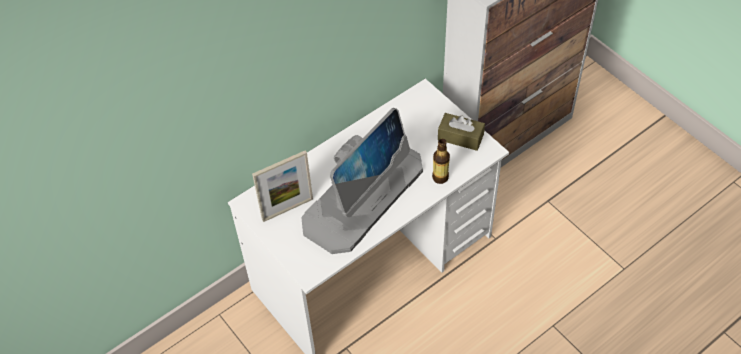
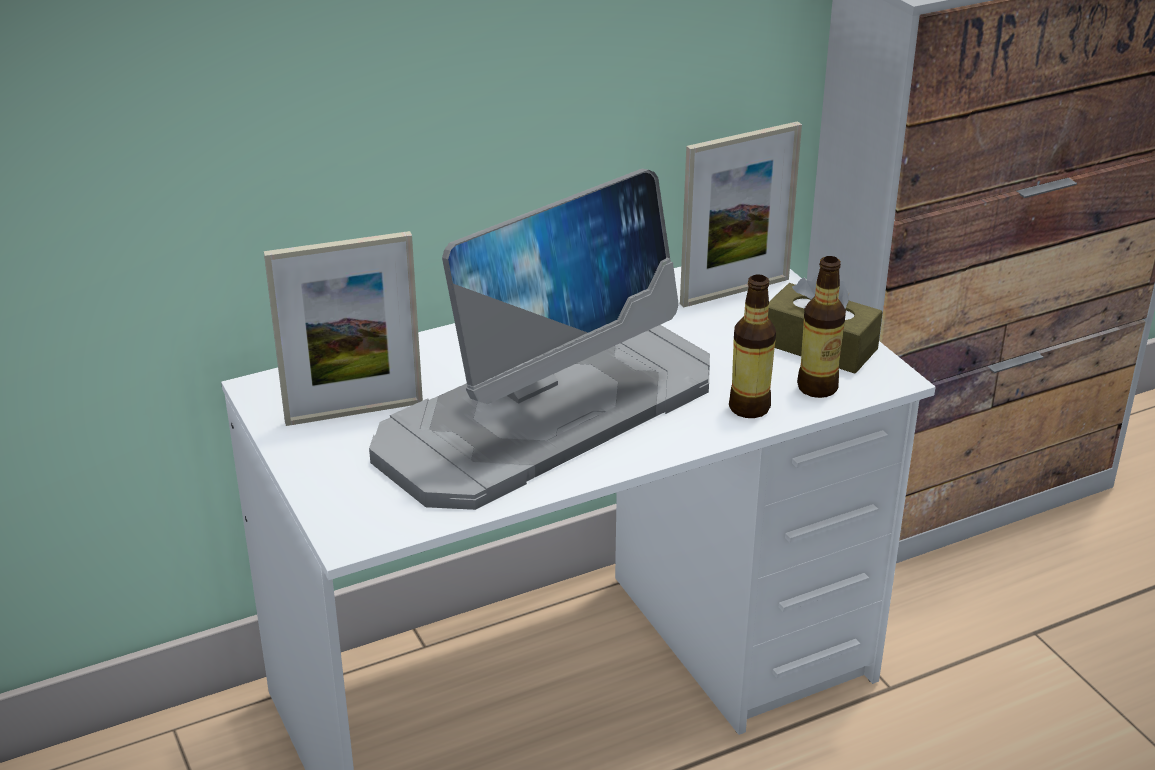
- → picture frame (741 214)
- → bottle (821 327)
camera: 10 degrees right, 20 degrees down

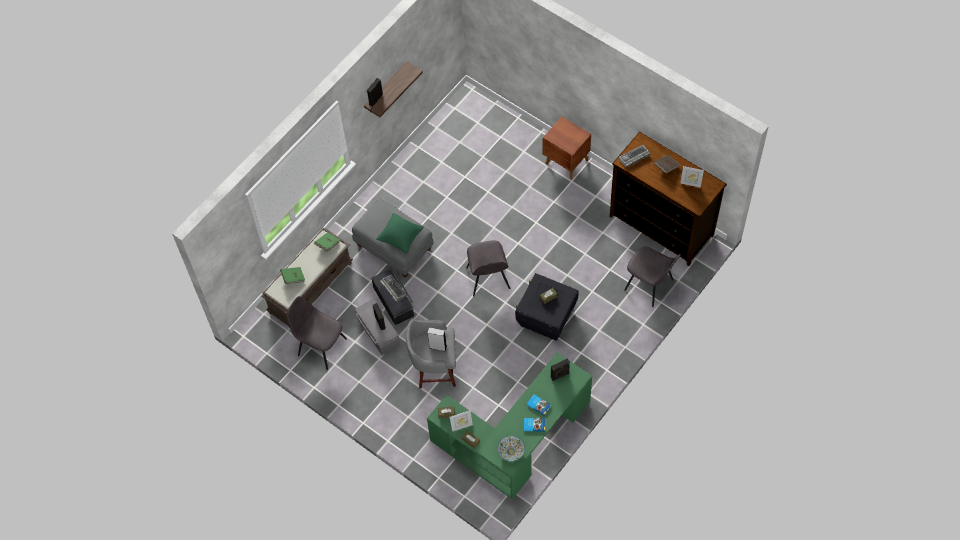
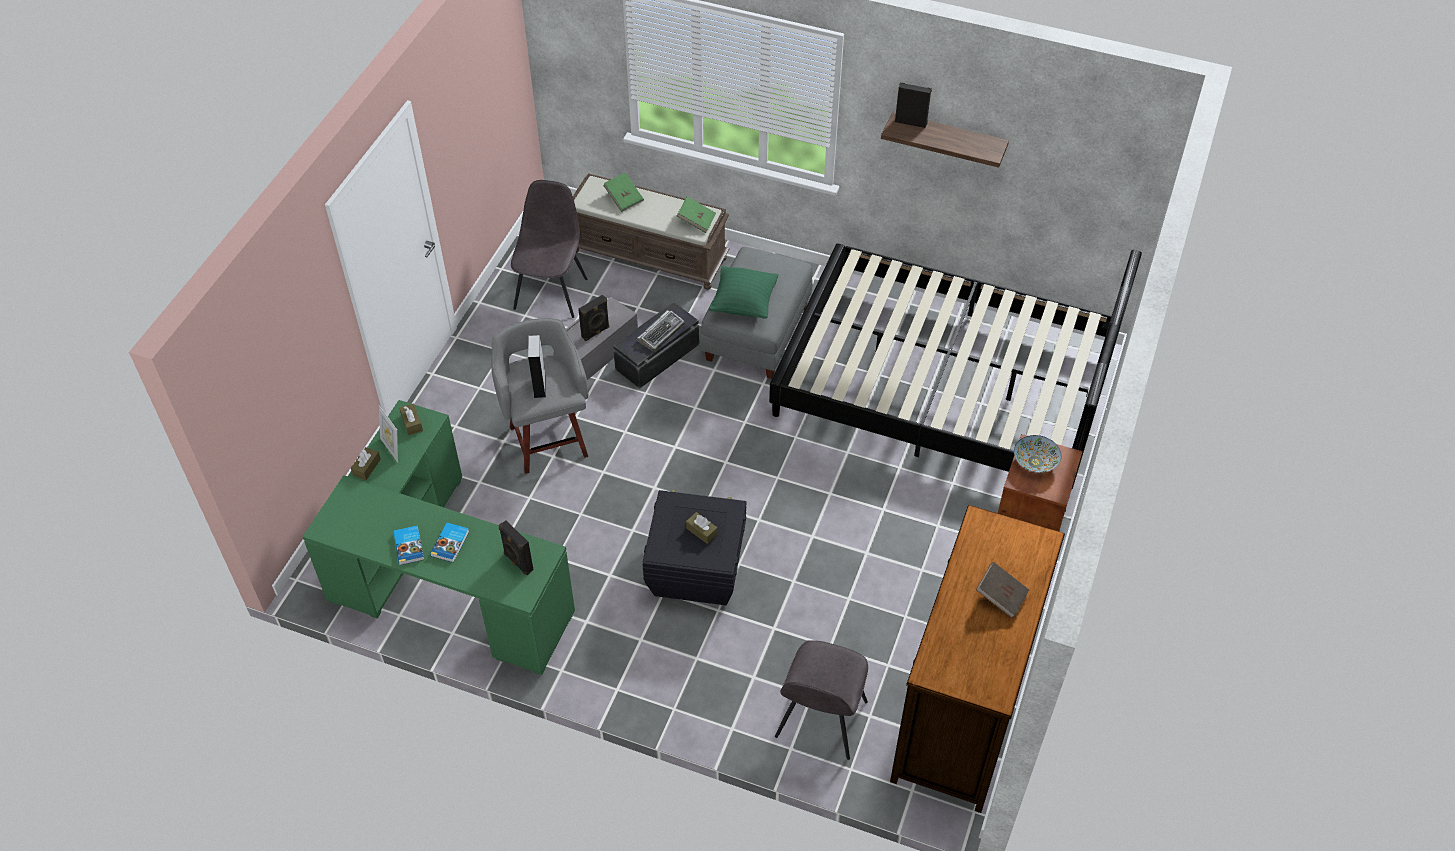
grey chair (488 269) → -
keyboard (634 156) → -
picture frame (692 177) → -
- → black bed (955 366)
bowl (511 448) → bowl (1037 454), move
camera: 70 degrees right, 10 degrees down

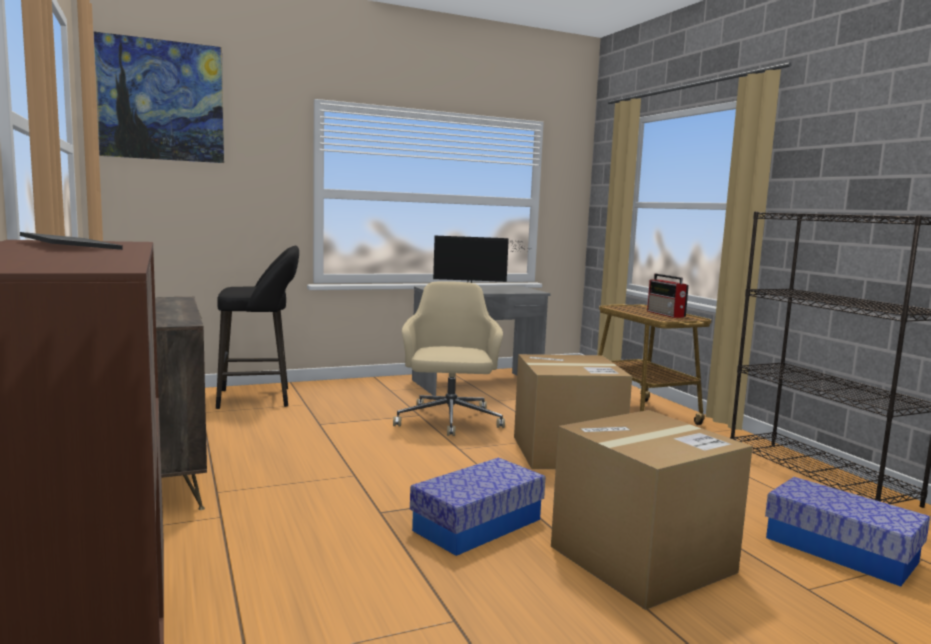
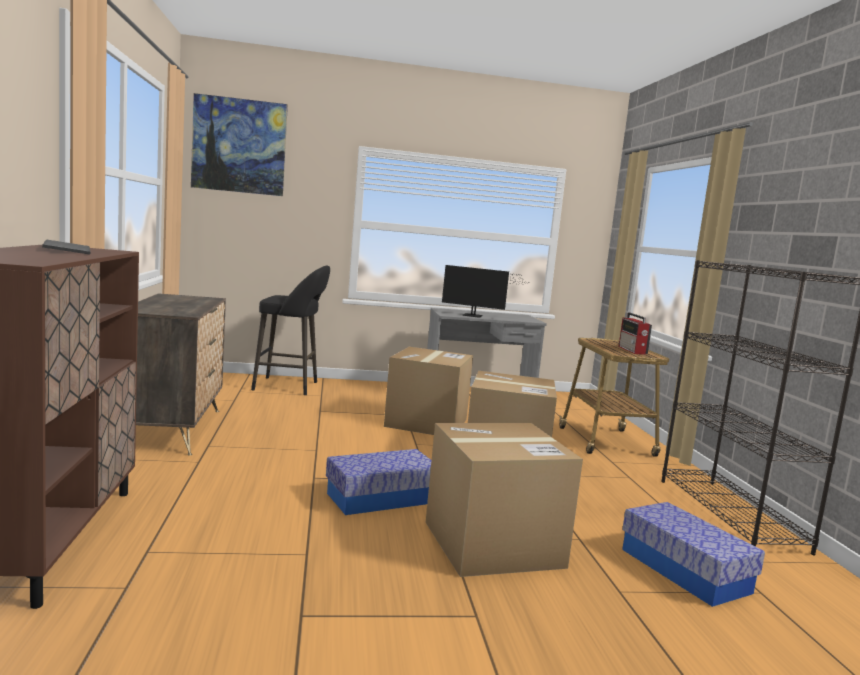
beige office chair (449 358) → cardboard box (428 391)
camera: 15 degrees right, 0 degrees up

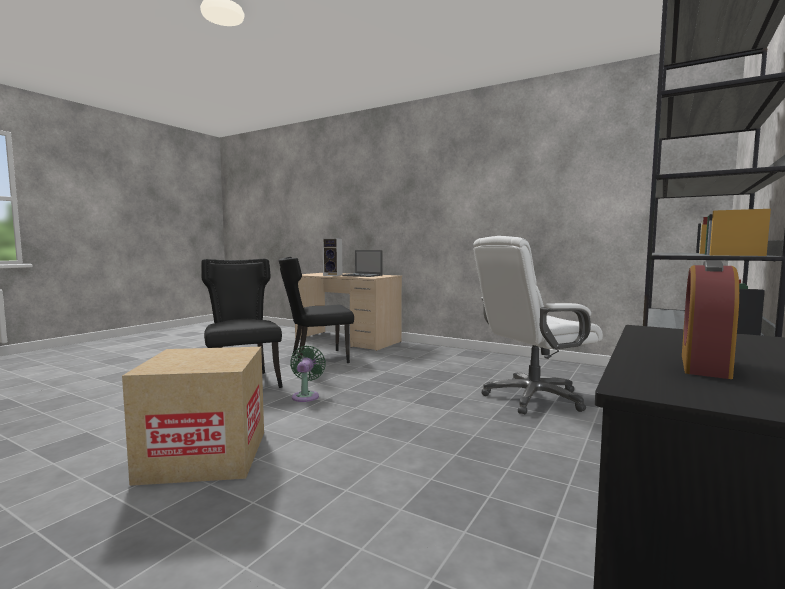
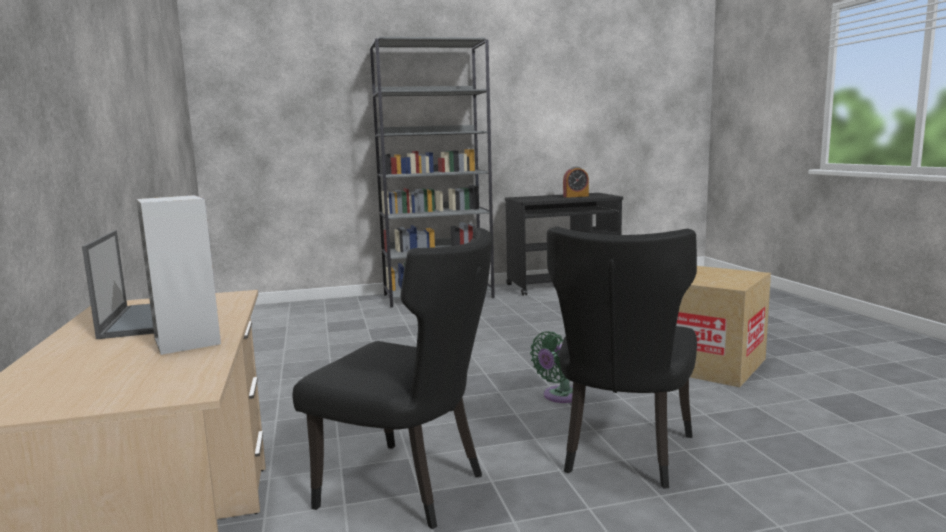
white office chair (538 325) → -
camera: 135 degrees left, 5 degrees up

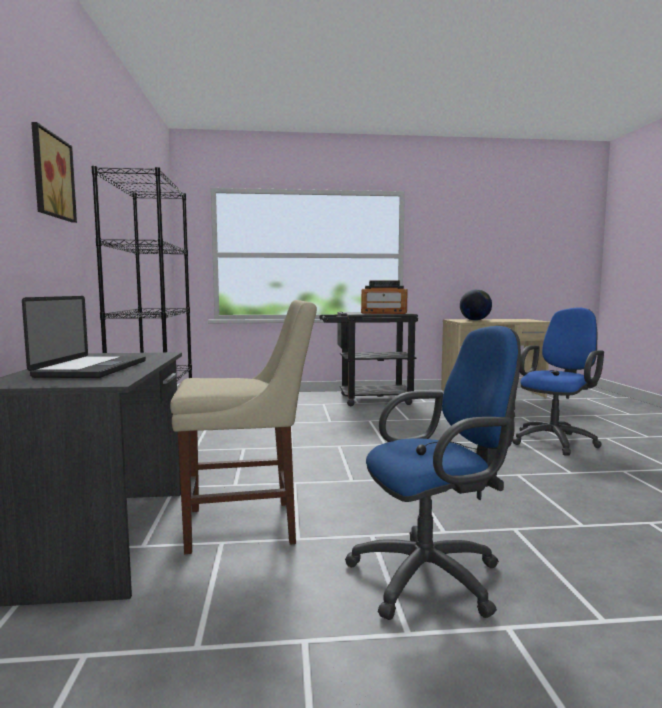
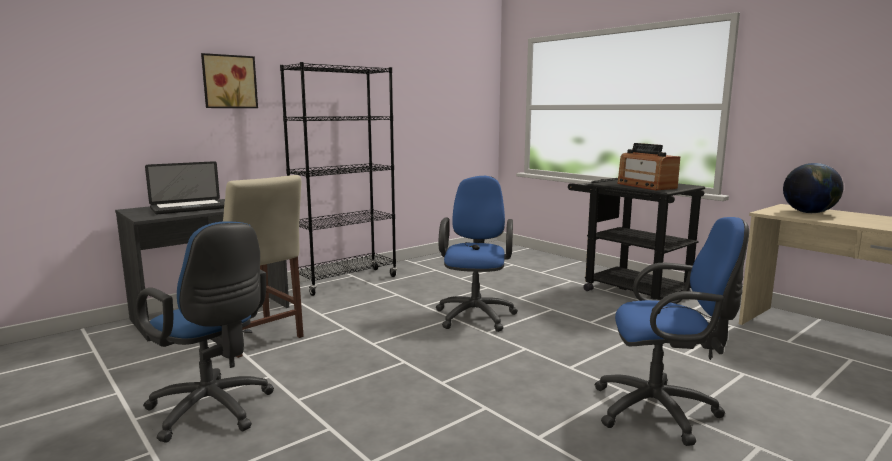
- → blue office chair (477 254)
camera: 55 degrees right, 5 degrees up

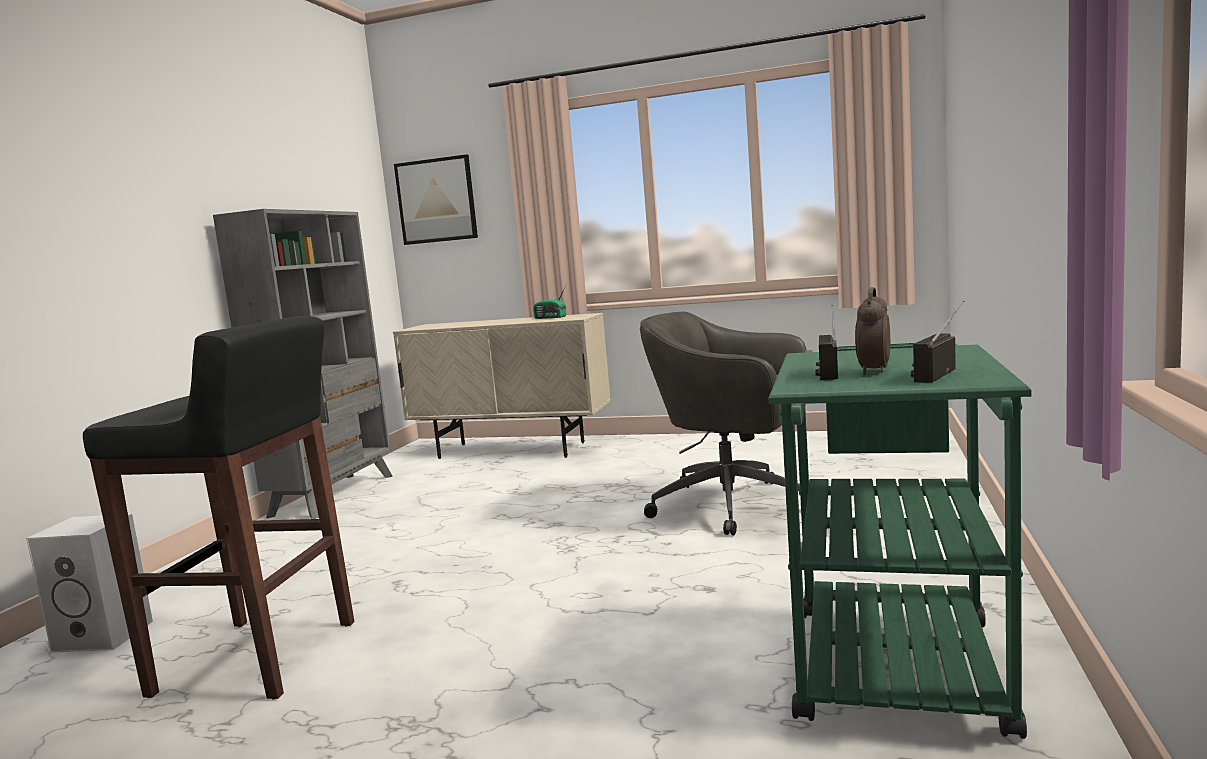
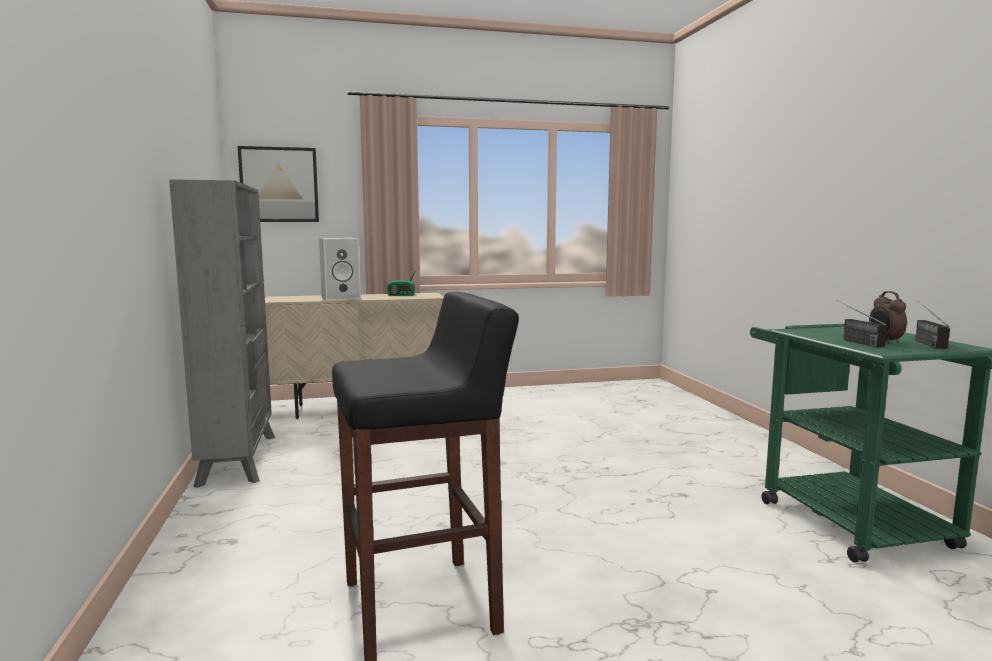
grey office chair (723 423) → -
white speaker (89 583) → white speaker (340 269), move
camera: 30 degrees left, 0 degrees up

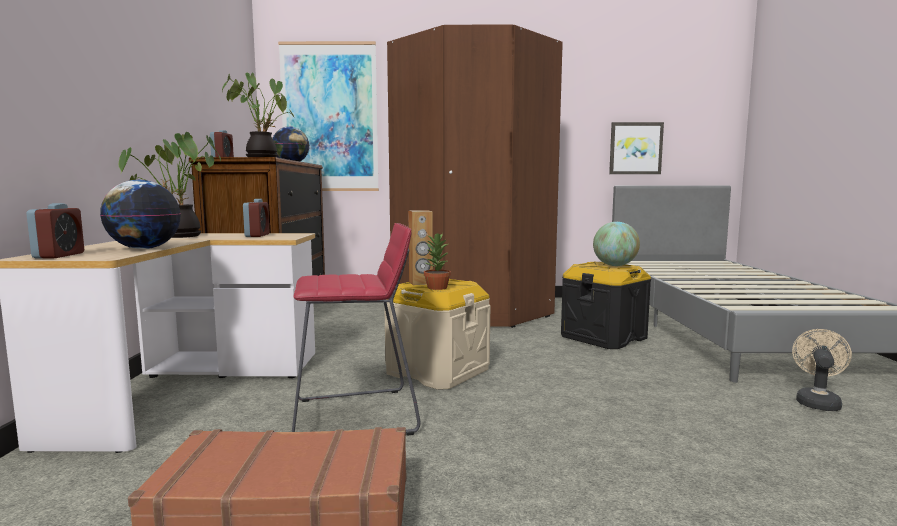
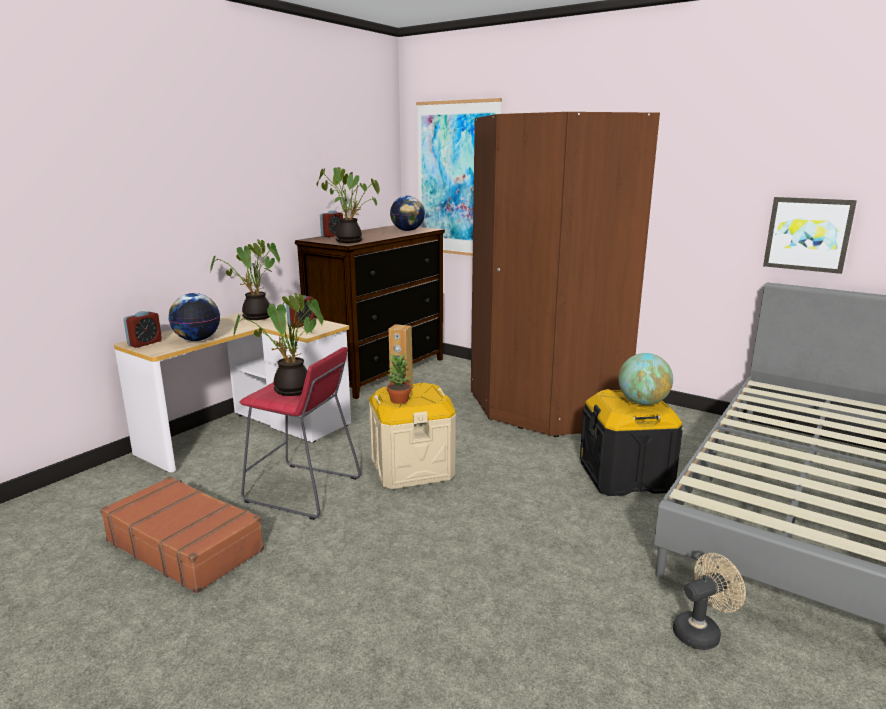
- → potted plant (279 344)
camera: 35 degrees right, 10 degrees up

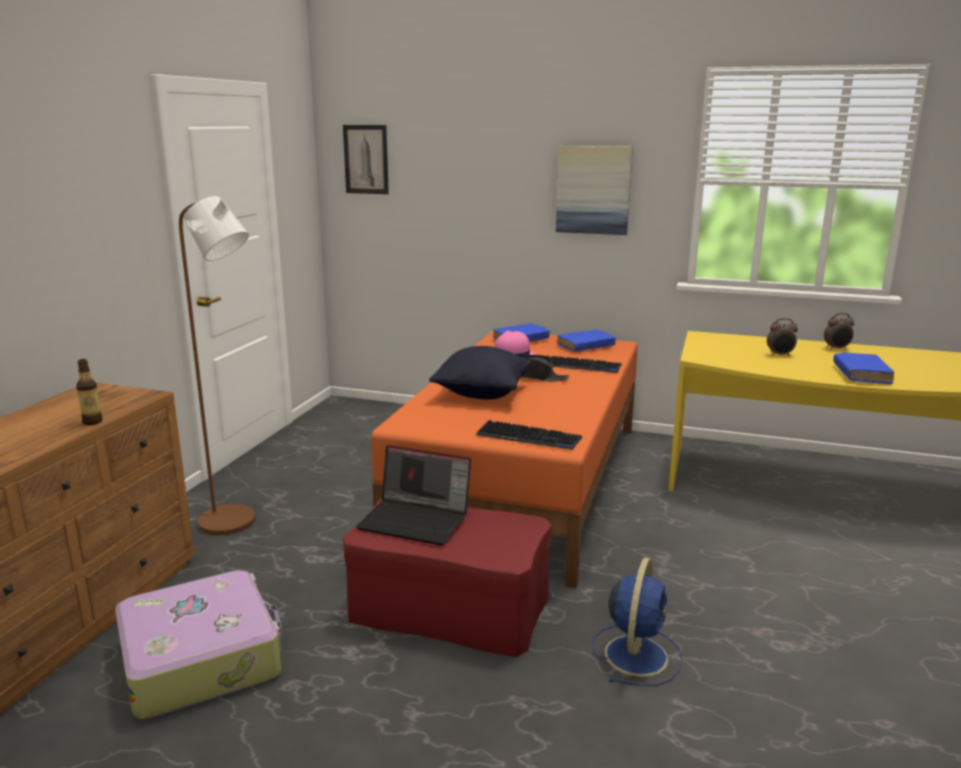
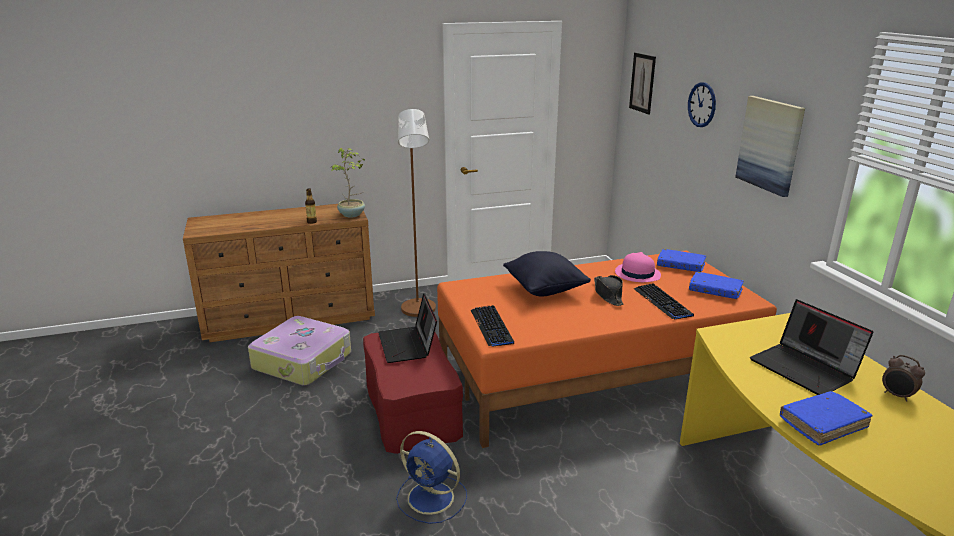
- → potted plant (348 183)
- → wall clock (702 104)
alarm clock (782 337) → laptop (811 347)
blue fan (637 621) → blue fan (431 477), 45 degrees clockwise
camera: 55 degrees right, 5 degrees up

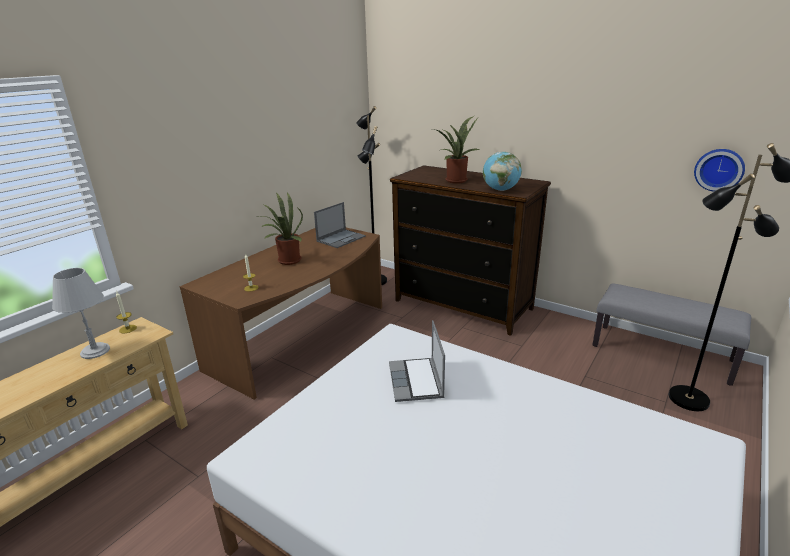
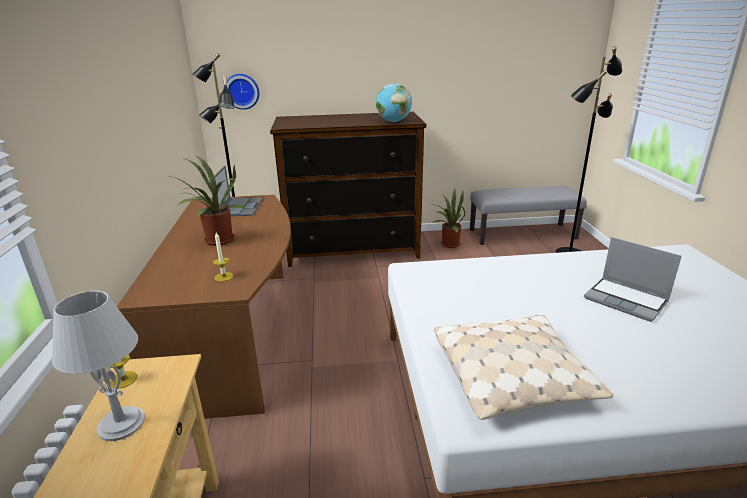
- → beige pillow (523 367)
laptop (417 361) → laptop (633 279), move
potted plant (456 150) → potted plant (448 218), move
wall clock (719 170) → wall clock (242 92), move
camera: 40 degrees left, 0 degrees up

